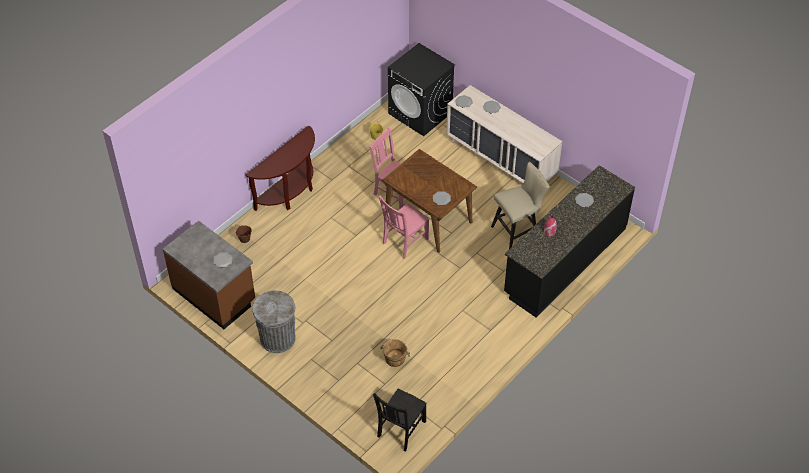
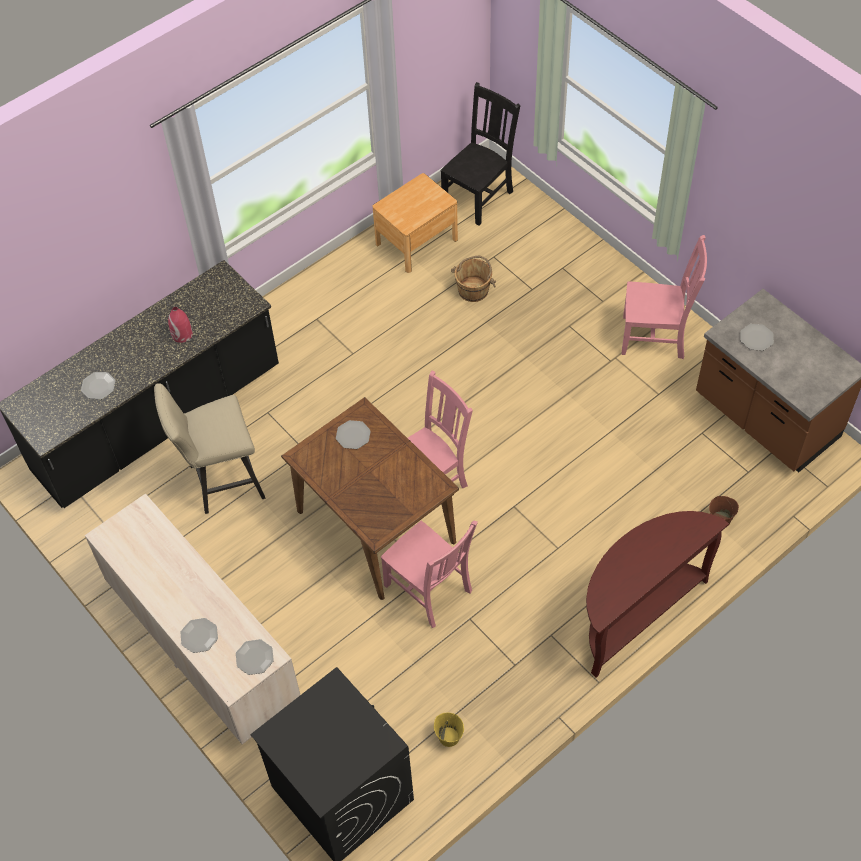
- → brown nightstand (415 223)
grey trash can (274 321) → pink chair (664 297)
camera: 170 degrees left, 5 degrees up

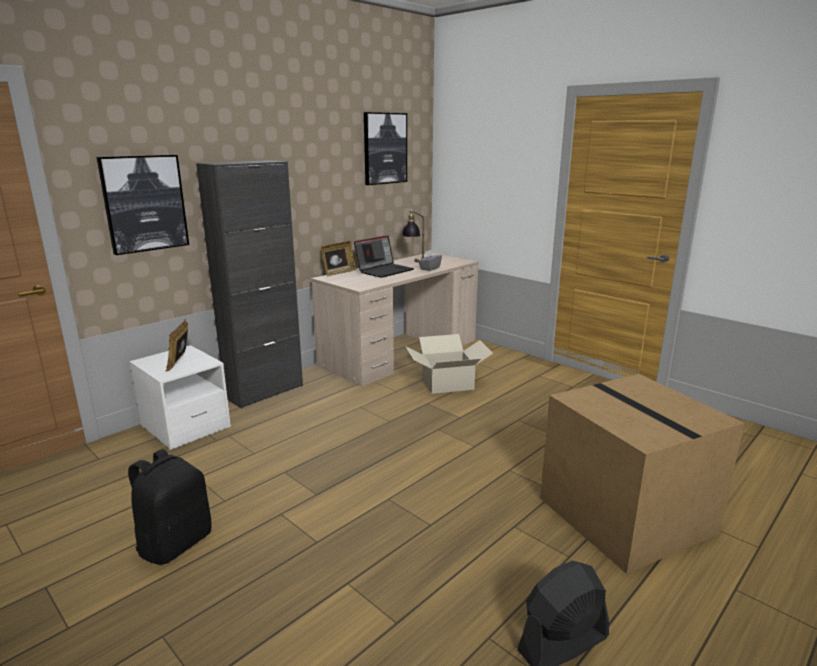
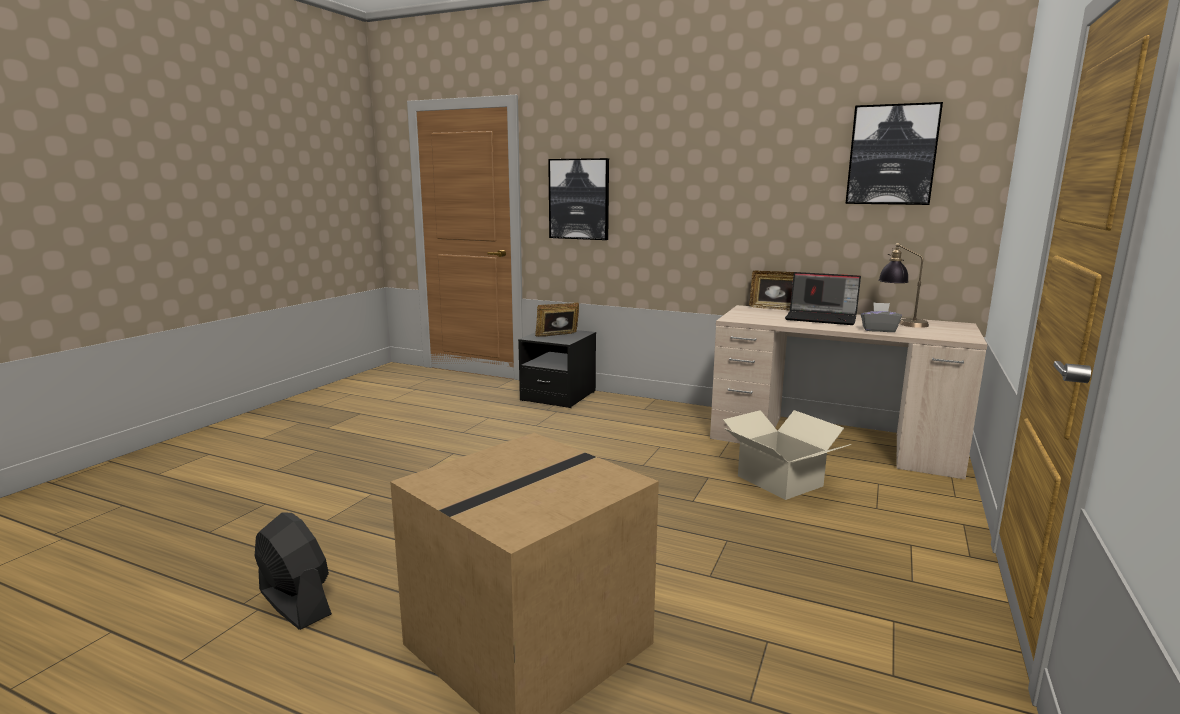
black backpack (169 507) → -
black cabinet (249 284) → -
white nightstand (180 397) → black nightstand (557 369)
camera: 70 degrees right, 5 degrees down

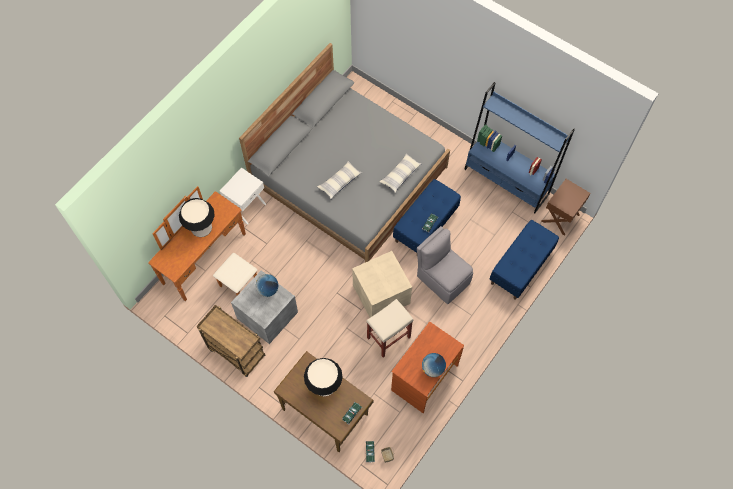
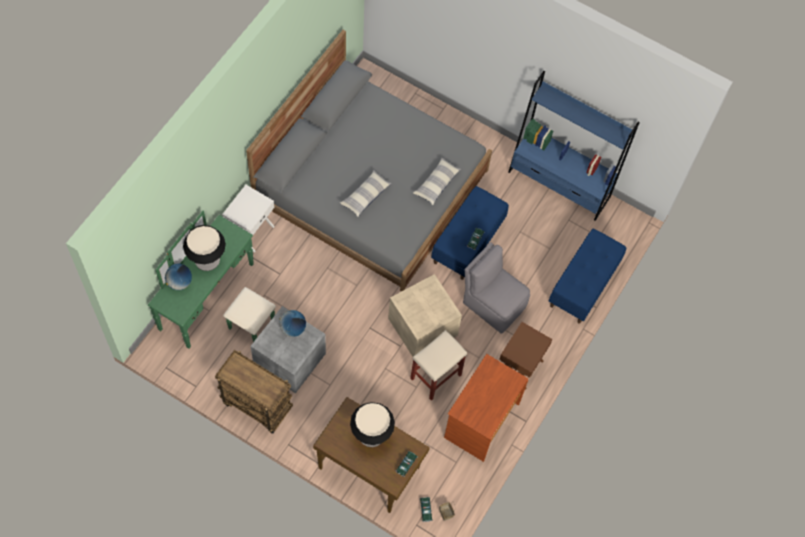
globe (434 365) → globe (178 277), move
brown nightstand (566 207) → brown nightstand (525 356), move
brown dresser (202 243) → green dresser (212 280)
camera: 10 degrees left, 0 degrees up

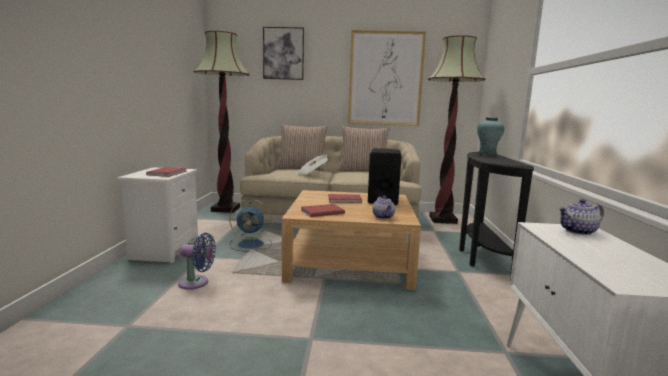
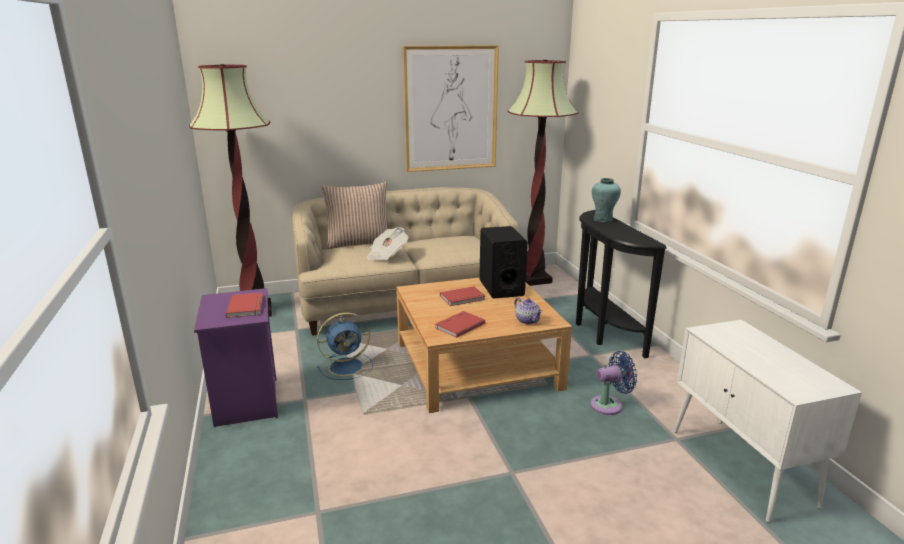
picture (283 53) → -
pillow (364 148) → -
teapot (581 217) → -
blue fan (197 261) → blue fan (613 383), move
white nightstand (157 215) → purple nightstand (236 357)
camera: 20 degrees left, 10 degrees up

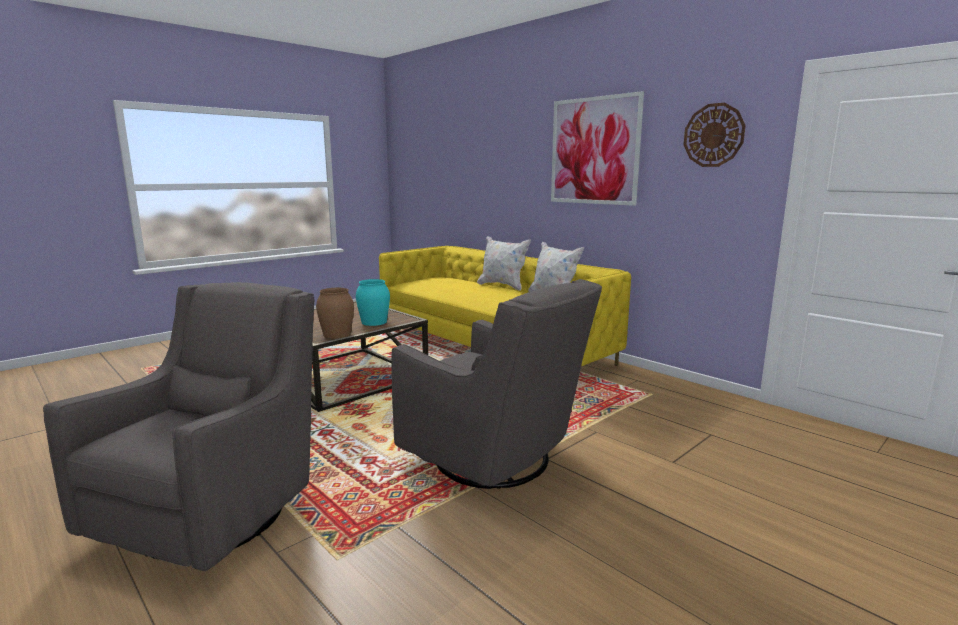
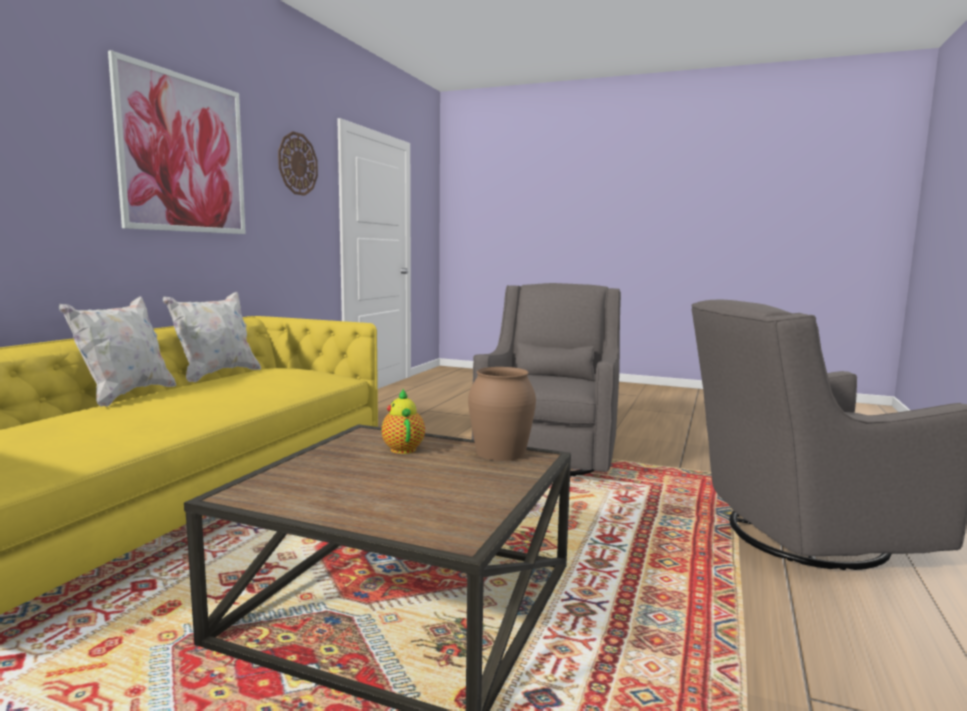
turquoise vase (373 302) → teapot (403 421)
camera: 115 degrees left, 5 degrees down

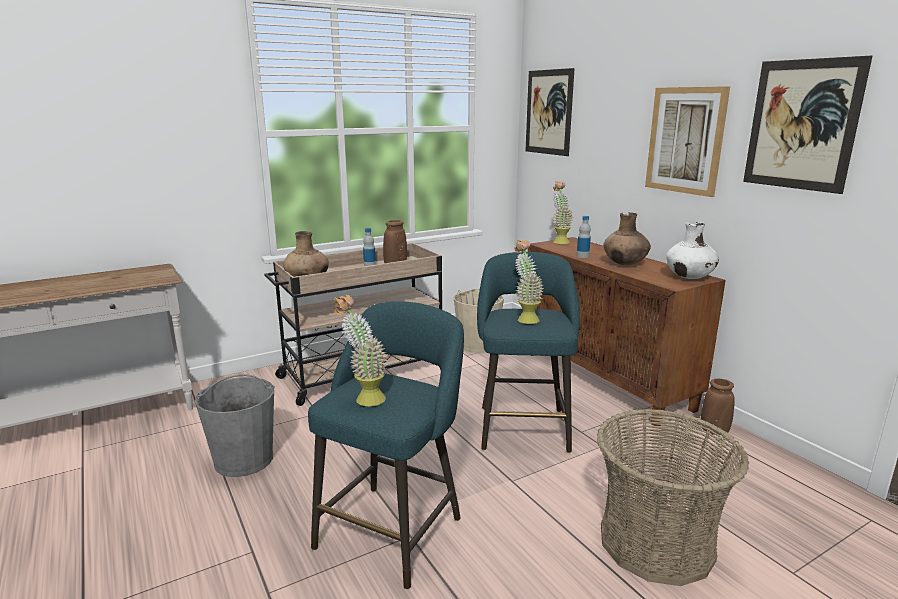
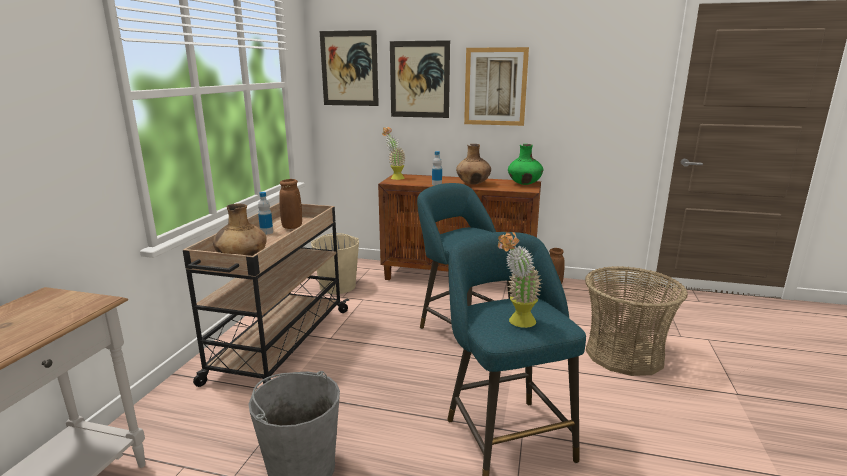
potted plant (529 282) → -
picture (807 125) → picture (420 79), move
white vase (692 250) → green vase (525 164)
camera: 45 degrees left, 0 degrees up

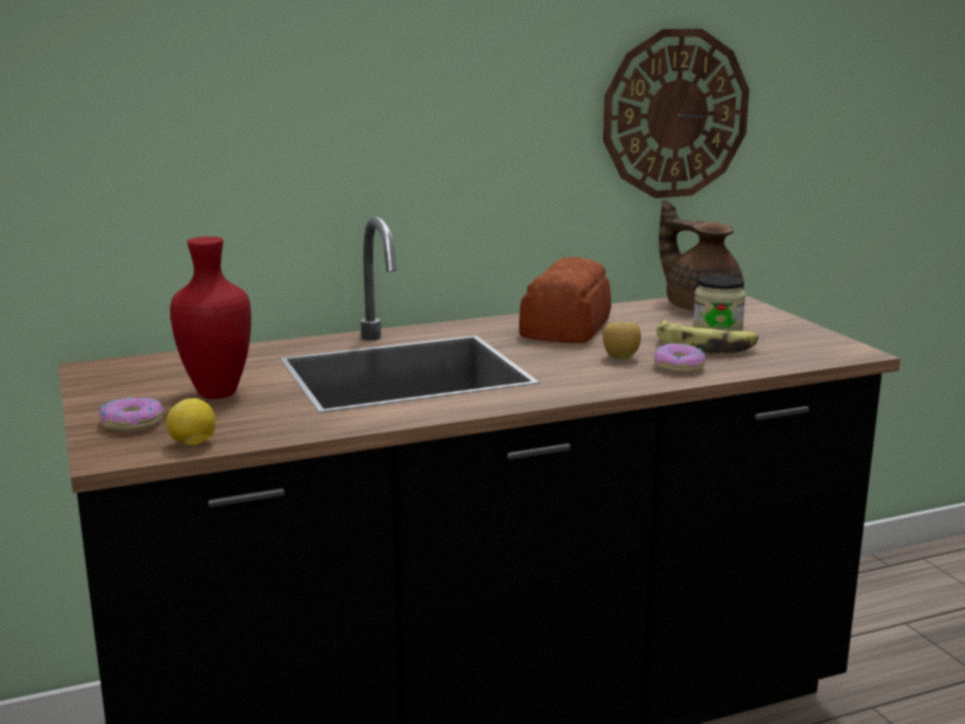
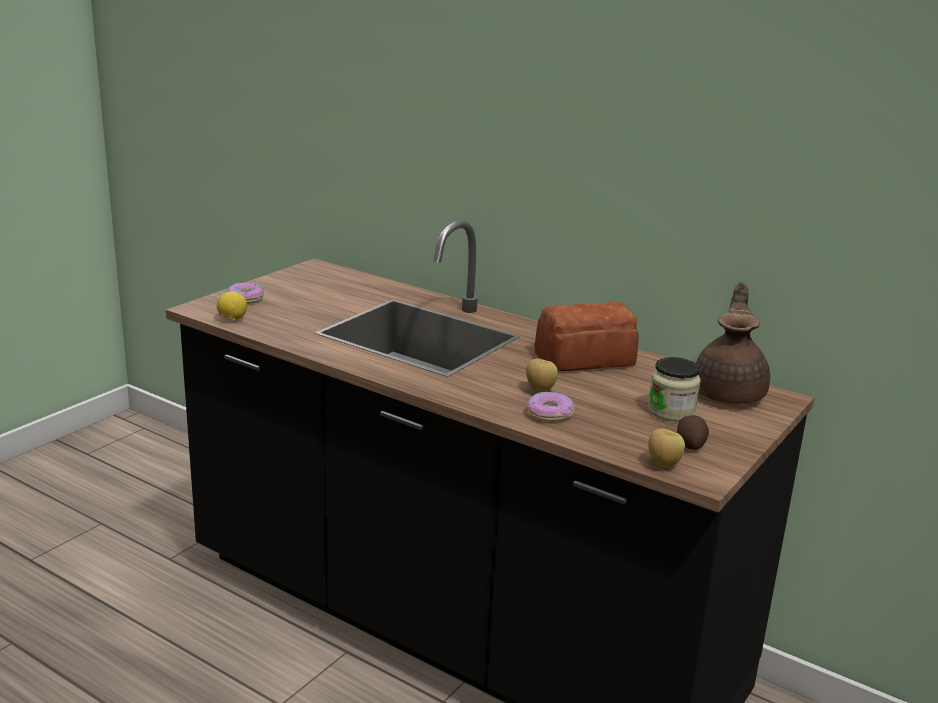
red vase (210 317) → -
wall clock (676 113) → -
banana (707 337) → -
- → apple (666 448)
- → potato (693 432)
camera: 55 degrees right, 5 degrees up

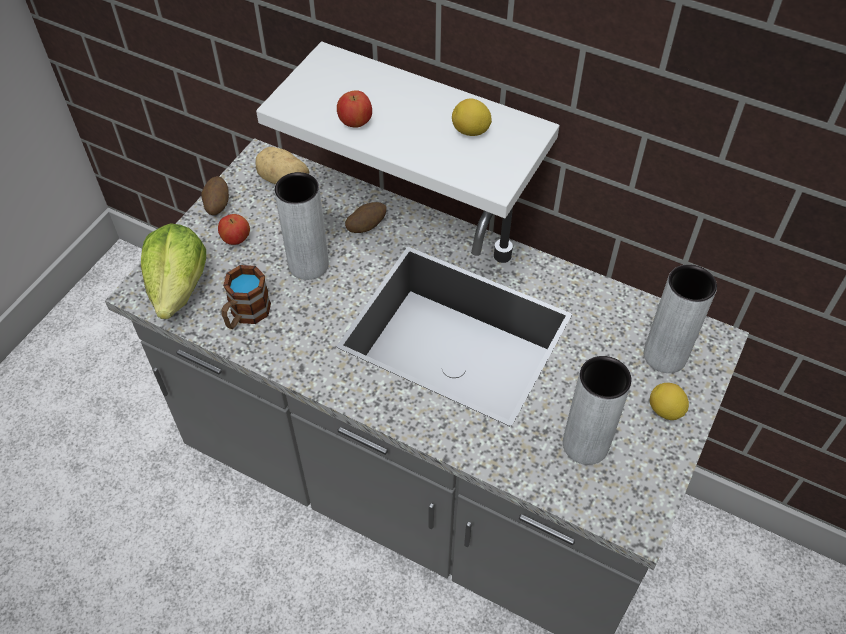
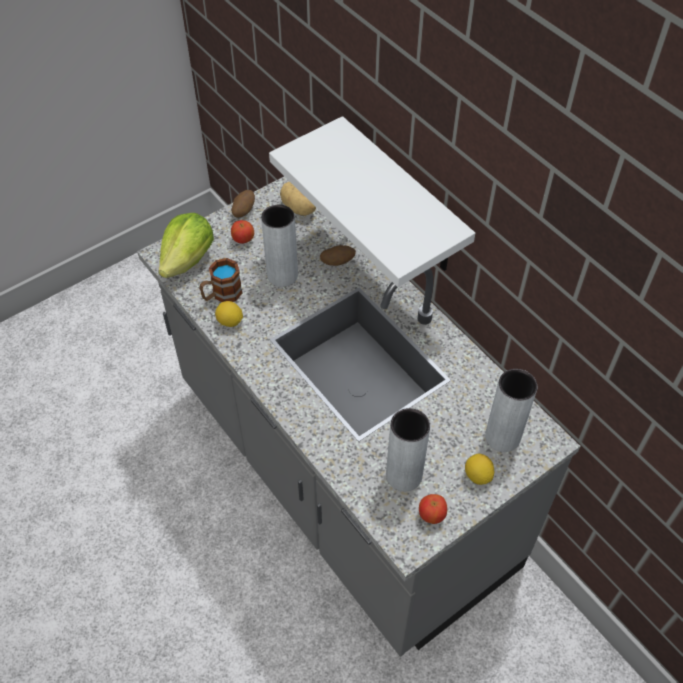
apple (354 109) → apple (433 509), move
lemon (472 117) → lemon (229 314), move
camera: 25 degrees right, 0 degrees up

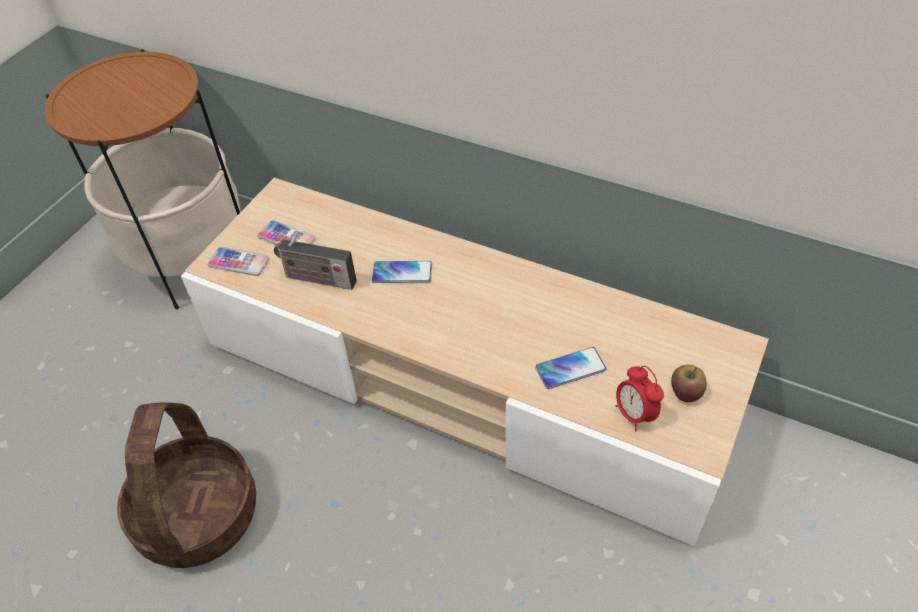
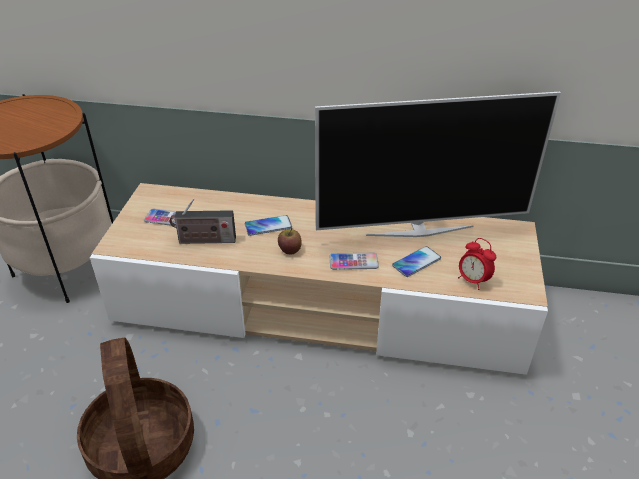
- → television (438 164)
phone (238 261) → phone (354 261), move
apple (689 383) → apple (290 241), move
camera: 20 degrees left, 10 degrees down

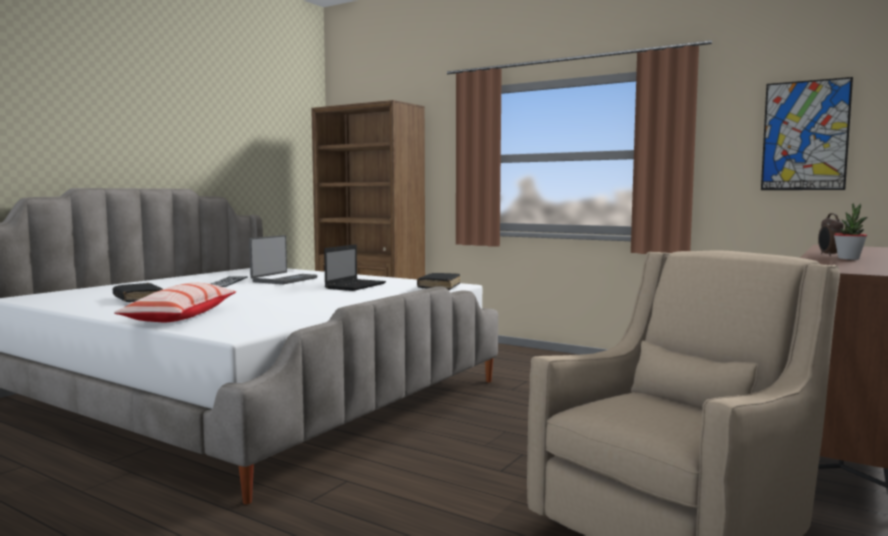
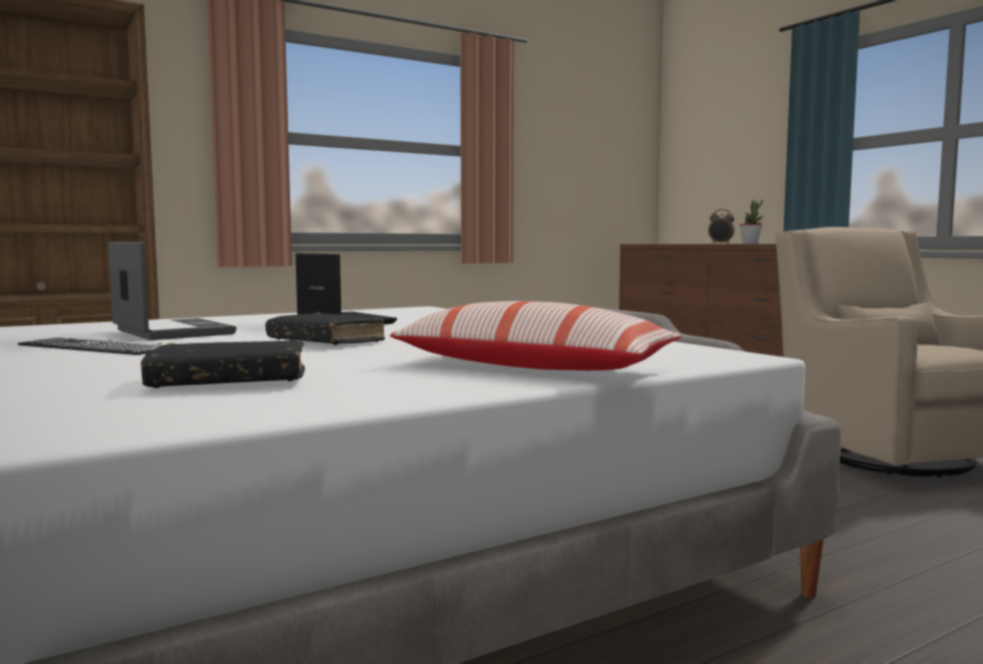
picture (807 133) → -
black book (438 281) → black book (325 328), move
camera: 65 degrees left, 0 degrees up

